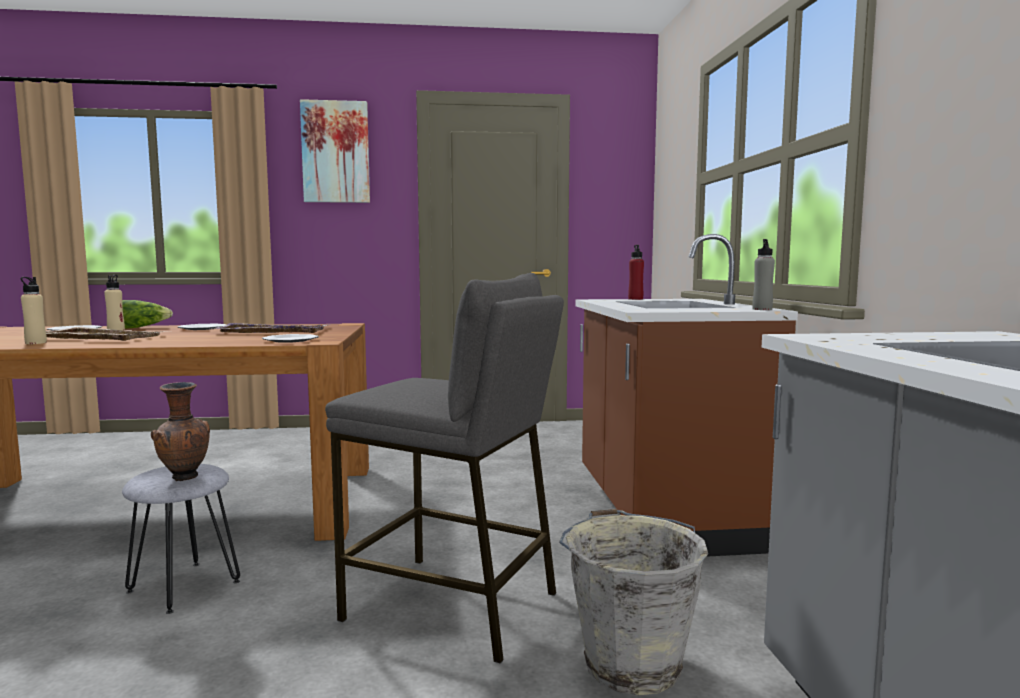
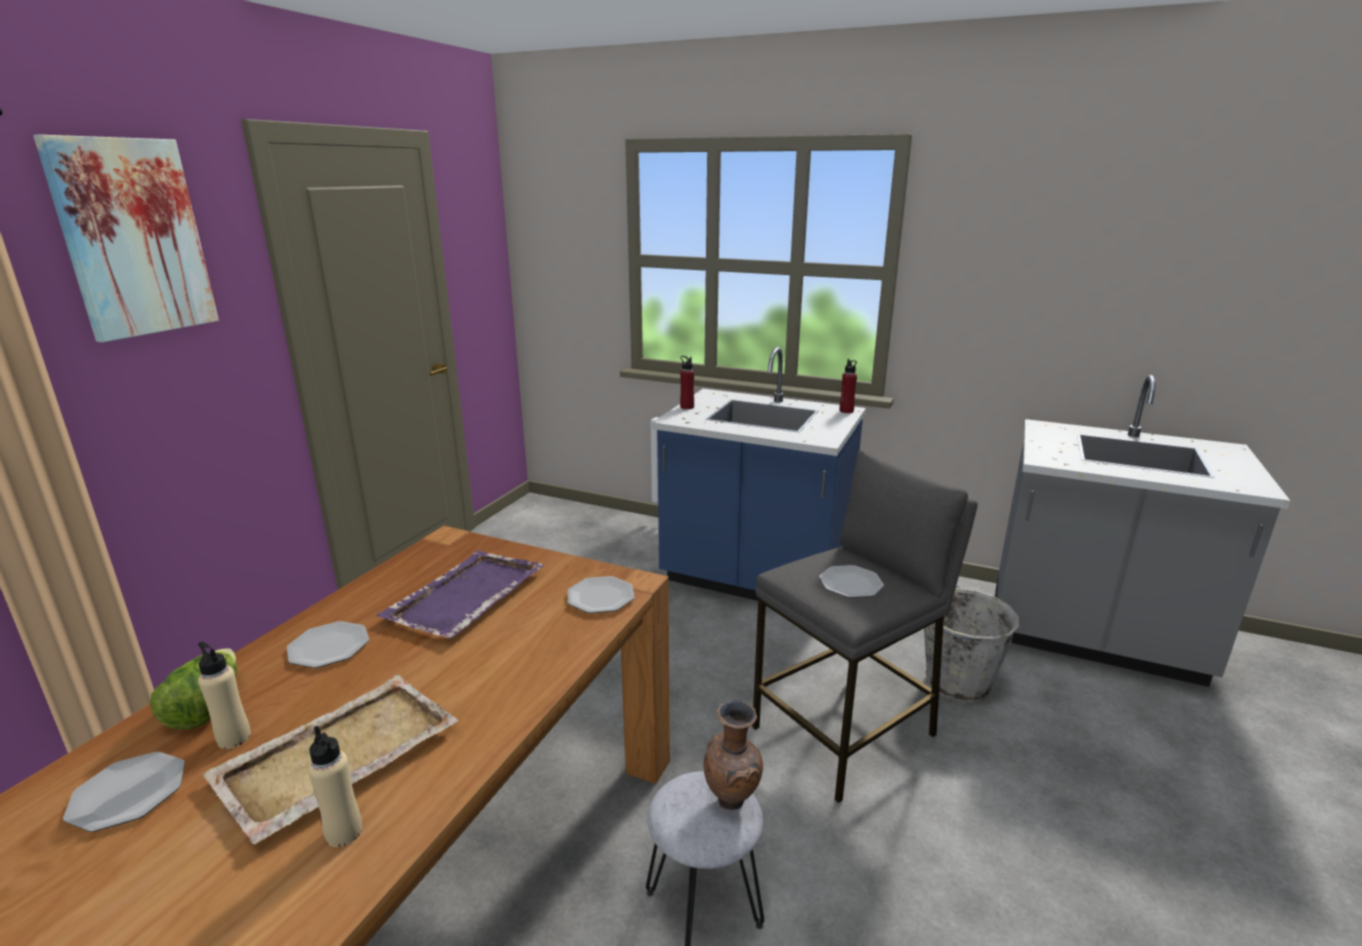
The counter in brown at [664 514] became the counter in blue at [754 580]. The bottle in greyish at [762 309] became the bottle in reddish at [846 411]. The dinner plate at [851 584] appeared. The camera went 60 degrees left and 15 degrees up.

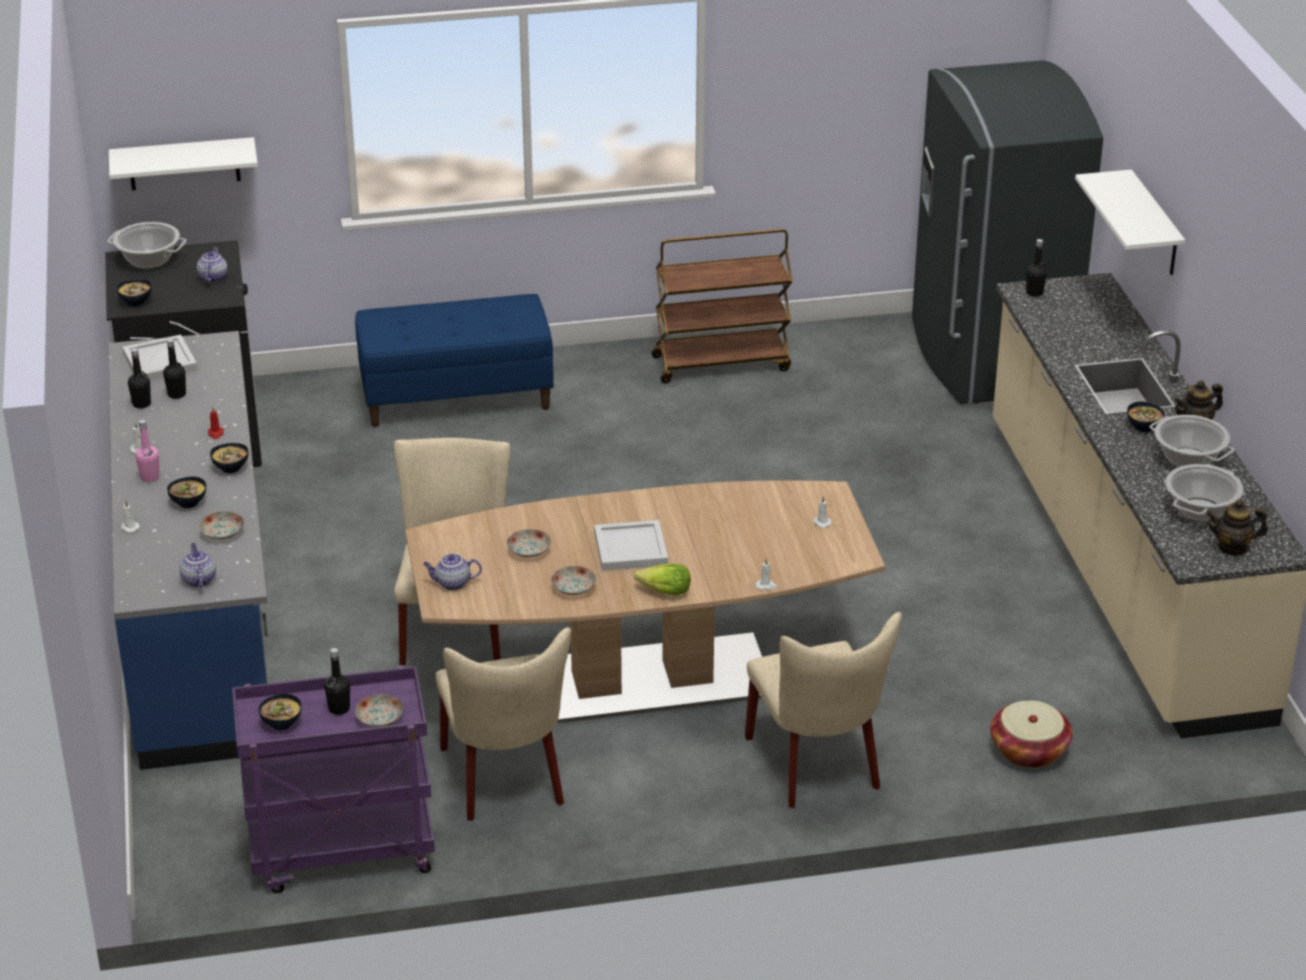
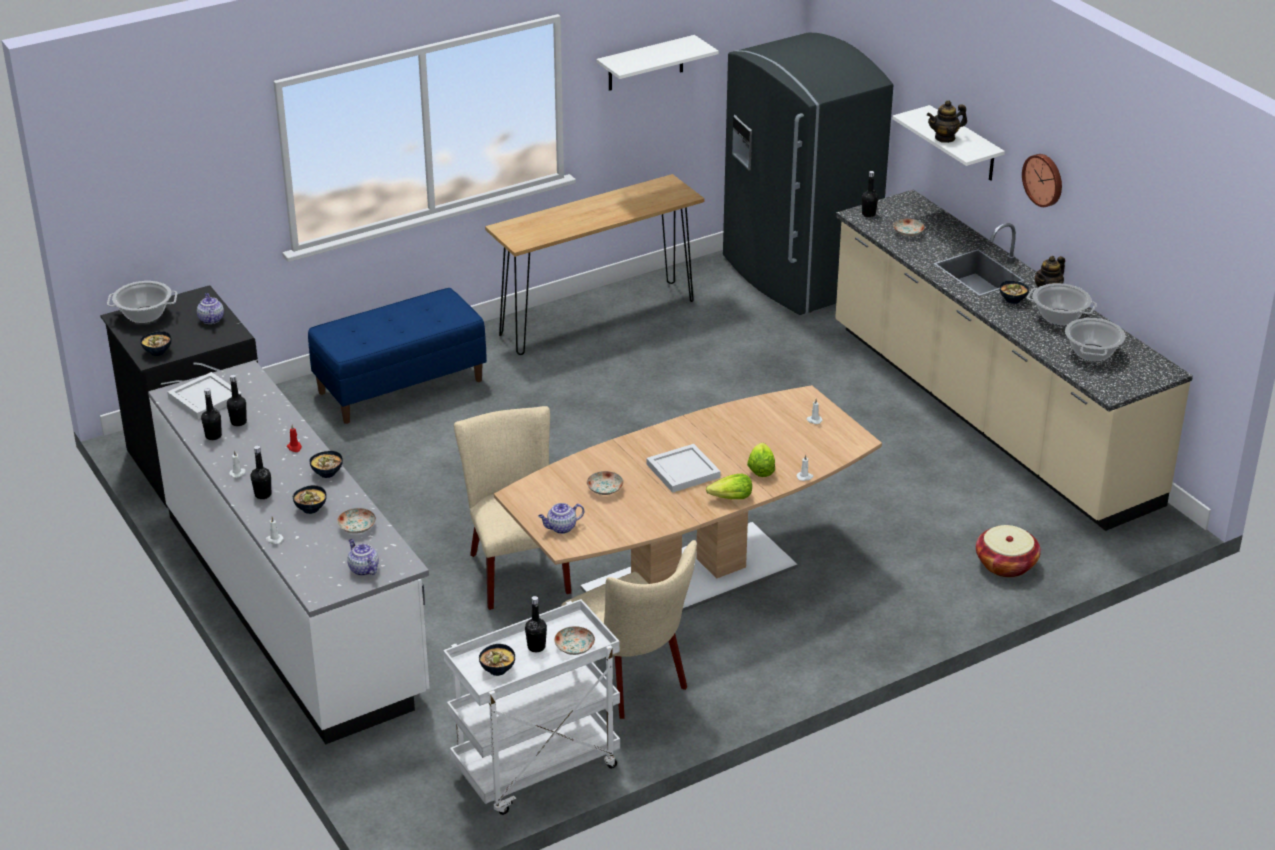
The counter in blue at [200 612] became the counter in white-coloured at [295 604]. The bracket shelf in white-coloured moved from [184 164] to [645 63]. The bottle in pink at [150 477] became the bottle in black at [263 495]. The wheeled cart in purplish at [341 854] became the wheeled cart in white-coloured at [536 770]. The dinner plate moved from [573 588] to [907 233]. The wheeled cart in brown at [721 363] was replaced by the narrow table in brown at [597 318]. The chair in sand-coloured at [818 768] disappeared. The pot for tea moved from [1232 547] to [945 138]. The head of lettuce at [760 469] appeared. The wall clock at [1044 179] appeared. The camera went 20 degrees left and 0 degrees up.

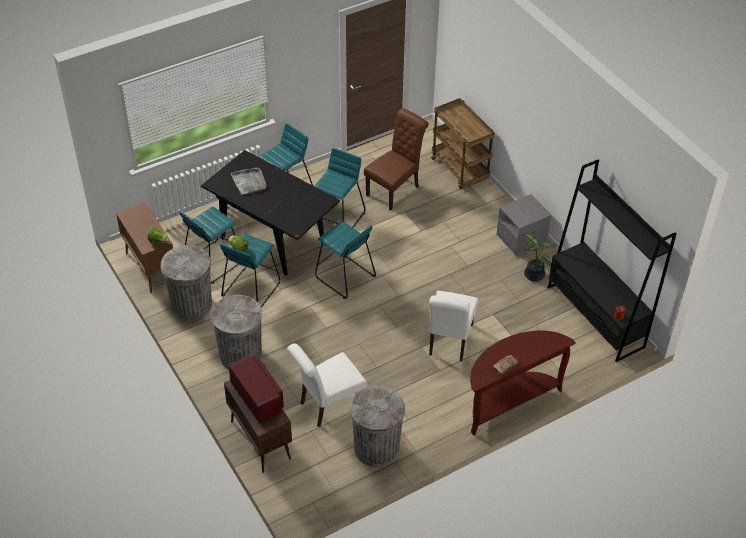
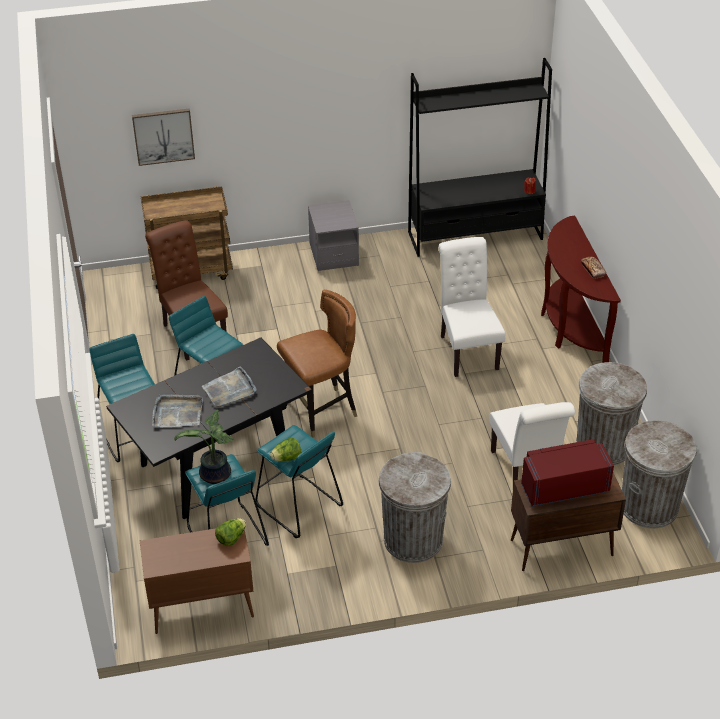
The rubbish bin in greyish moved from [191 304] to [648 506]. The sitting stool in blue-green at [345 277] was replaced by the chair in brown at [321 412]. The chair in white-coloured at [449 342] turned 135 degrees counterclockwise. The plant in a pot moved from [532 275] to [214 475]. The wall art at [163 136] appeared. The carrying tray in greyish at [229 390] appeared. The camera went 70 degrees left and 5 degrees down.

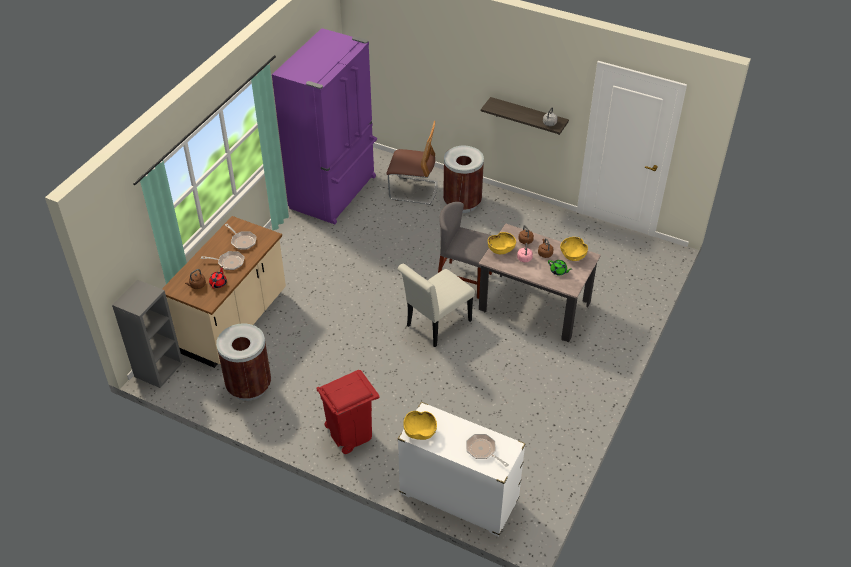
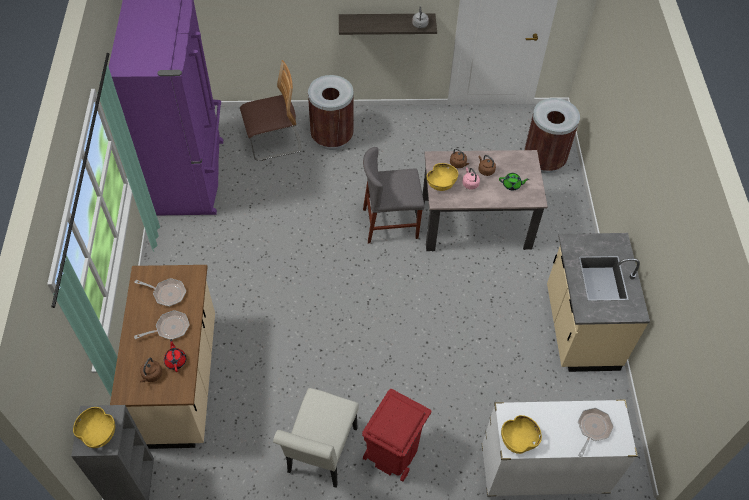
The rubbish bin in brown moved from [248 386] to [544 160]. The chair in white-coloured moved from [435 325] to [320 455]. The frying pan at [483 450] turned 105 degrees clockwise. The serving bowl in yellow-coloured moved from [573 255] to [98 433]. The counter in sand-coloured at [579 329] appeared. The camera went 30 degrees left and 10 degrees up.

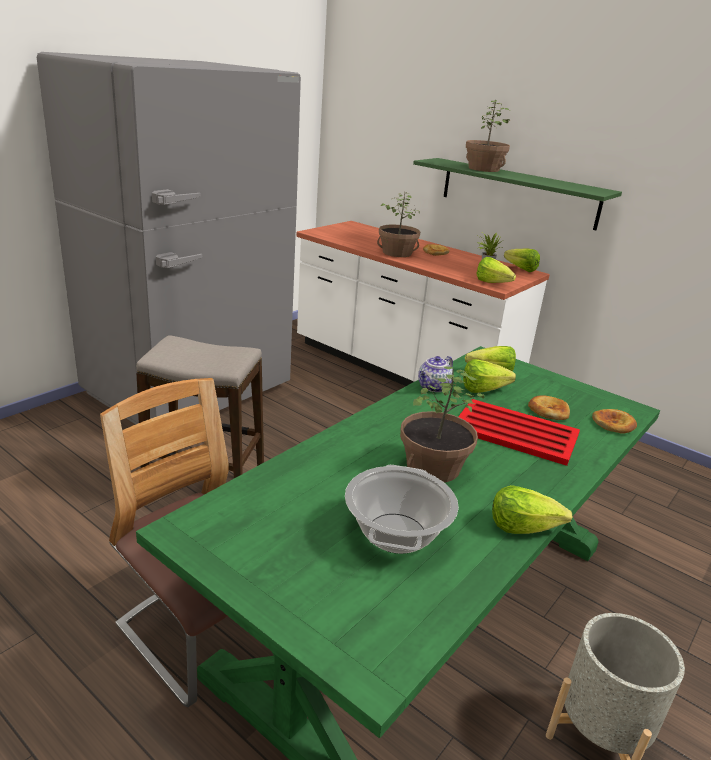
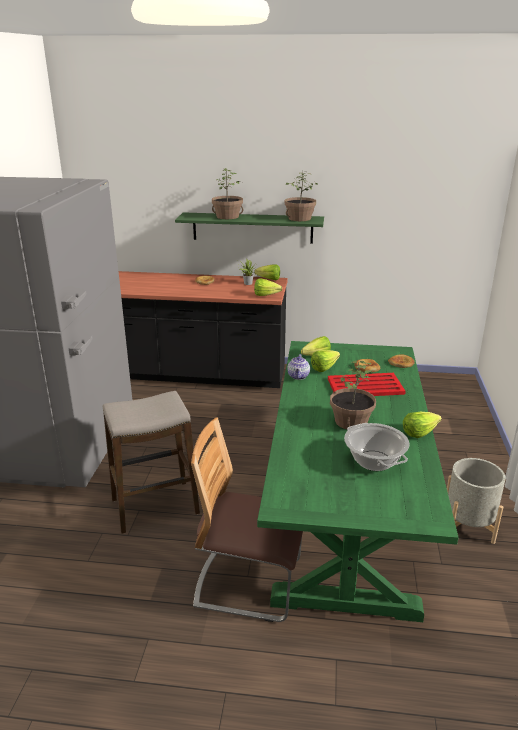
The counter in white-coloured at [401 371] became the counter in black at [196 374]. The plant in a pot moved from [397 253] to [299 218]. The camera went 30 degrees left and 0 degrees up.

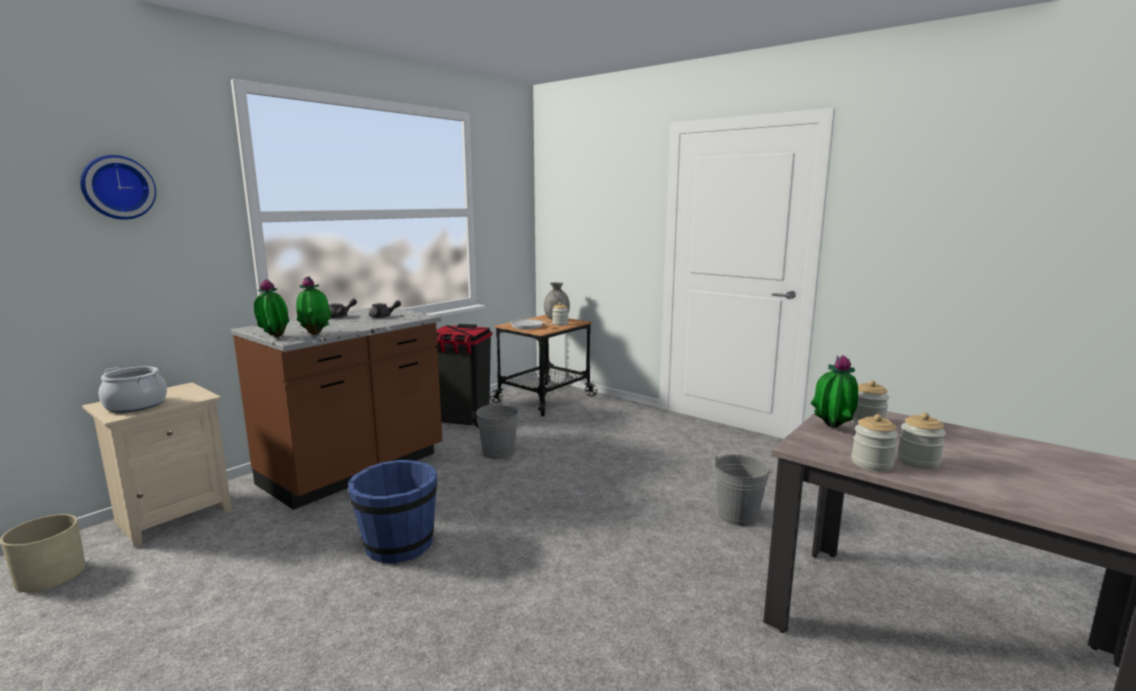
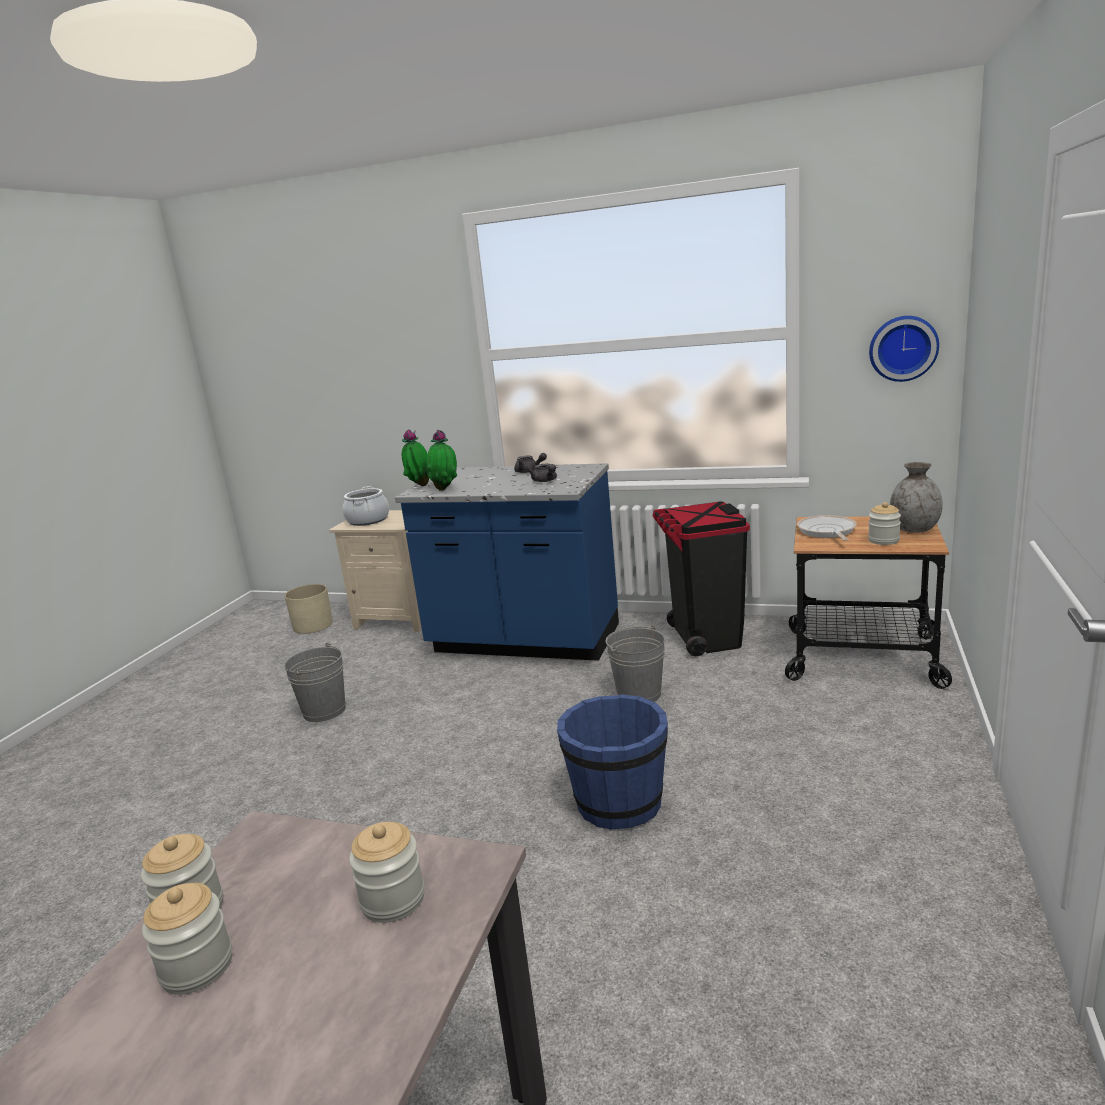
The wall clock moved from [117 187] to [903 348]. The counter in brown at [354 470] became the counter in blue at [524 642]. The bucket in blue moved from [398 545] to [618 803]. The bucket in greyish moved from [738 515] to [324 711]. The plant in a pot at [831 429] disappeared. The camera went 70 degrees right and 5 degrees up.

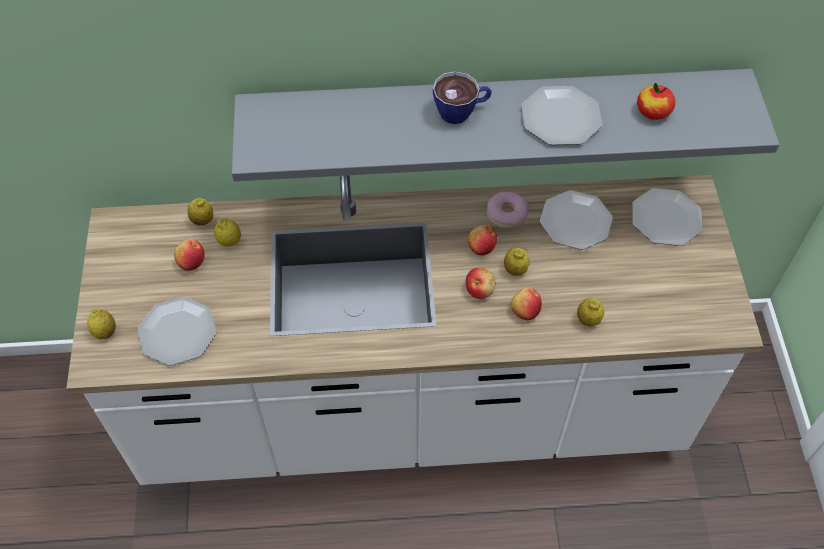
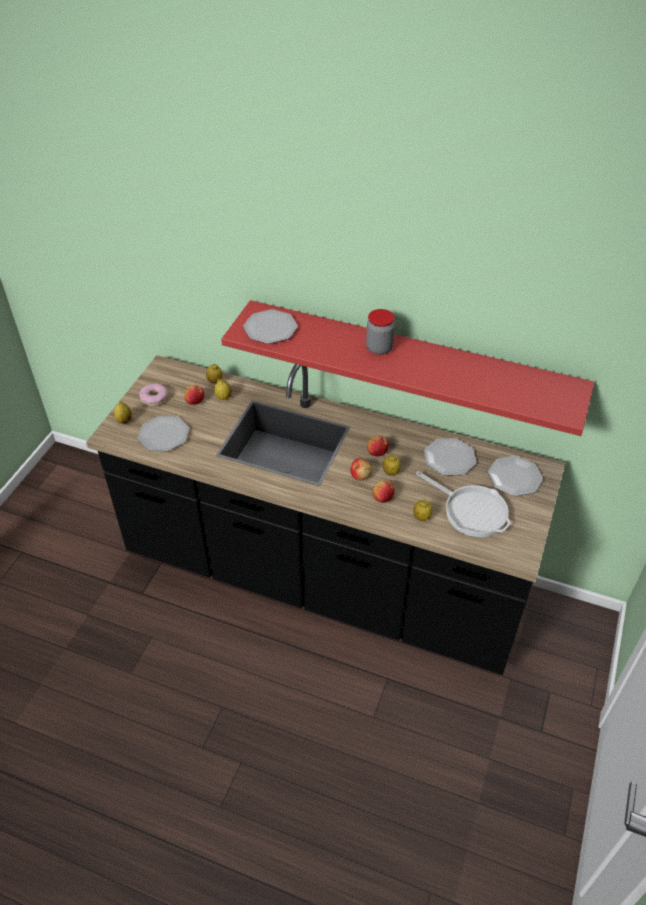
The counter in white-coloured at [412 412] became the counter in black at [323 579]. The bracket shelf in greyish at [493 112] became the bracket shelf in reddish at [410 362]. The cup at [461 112] was replaced by the jar at [379 348]. The doughnut moved from [507 214] to [154 398]. The dinner plate moved from [560 118] to [270 328]. The apple at [653 111] disappeared. The frying pan at [471 511] appeared. The camera went 25 degrees right and 10 degrees down.

